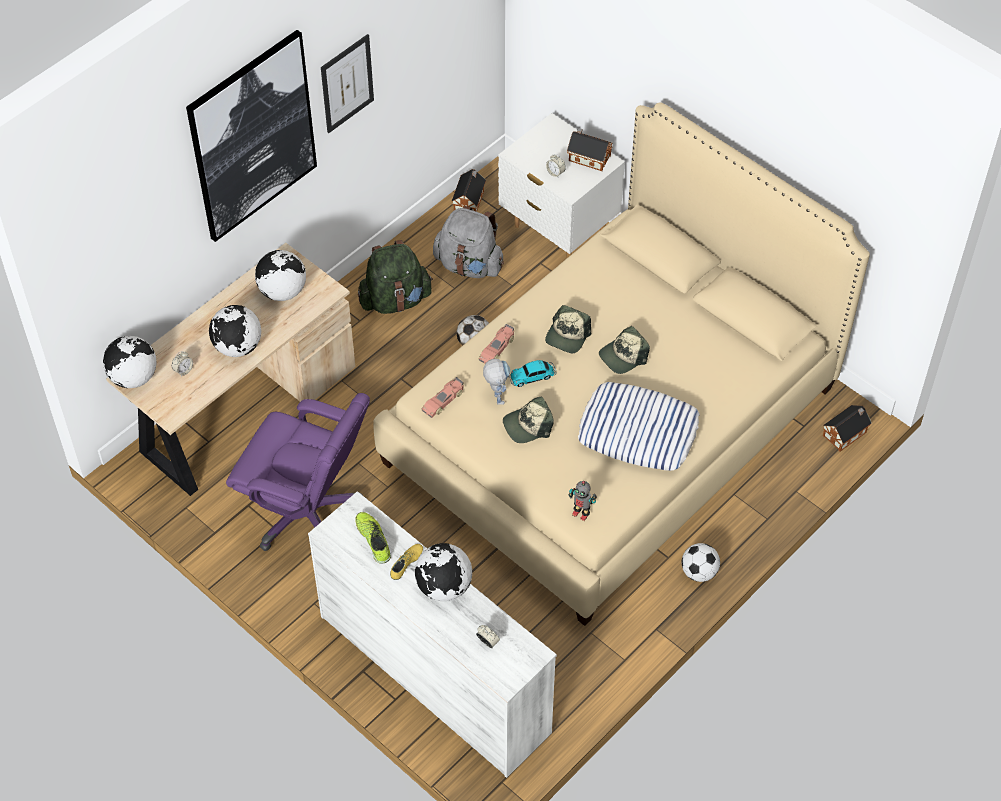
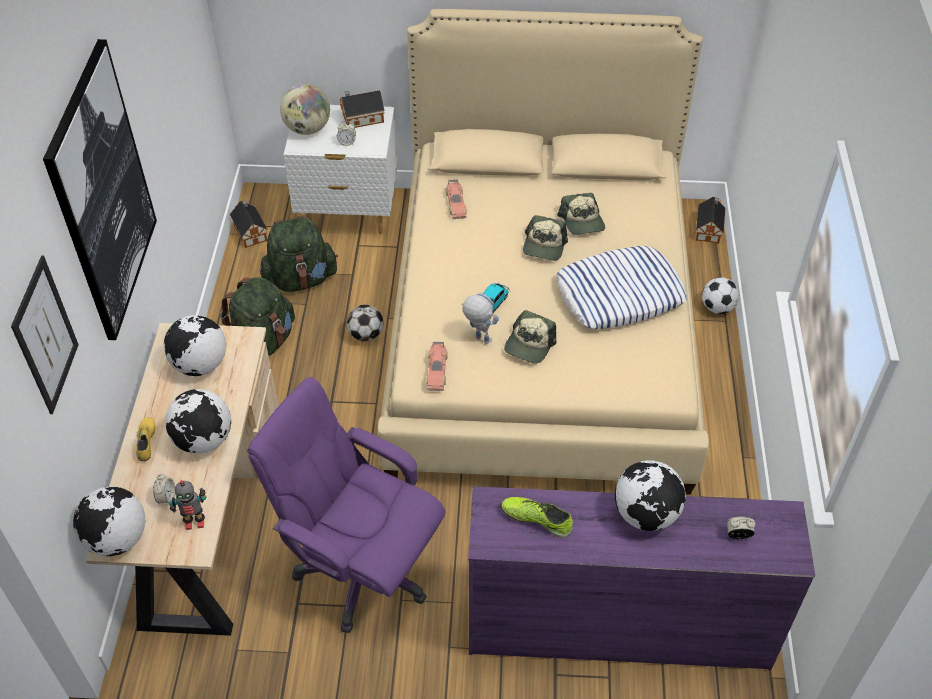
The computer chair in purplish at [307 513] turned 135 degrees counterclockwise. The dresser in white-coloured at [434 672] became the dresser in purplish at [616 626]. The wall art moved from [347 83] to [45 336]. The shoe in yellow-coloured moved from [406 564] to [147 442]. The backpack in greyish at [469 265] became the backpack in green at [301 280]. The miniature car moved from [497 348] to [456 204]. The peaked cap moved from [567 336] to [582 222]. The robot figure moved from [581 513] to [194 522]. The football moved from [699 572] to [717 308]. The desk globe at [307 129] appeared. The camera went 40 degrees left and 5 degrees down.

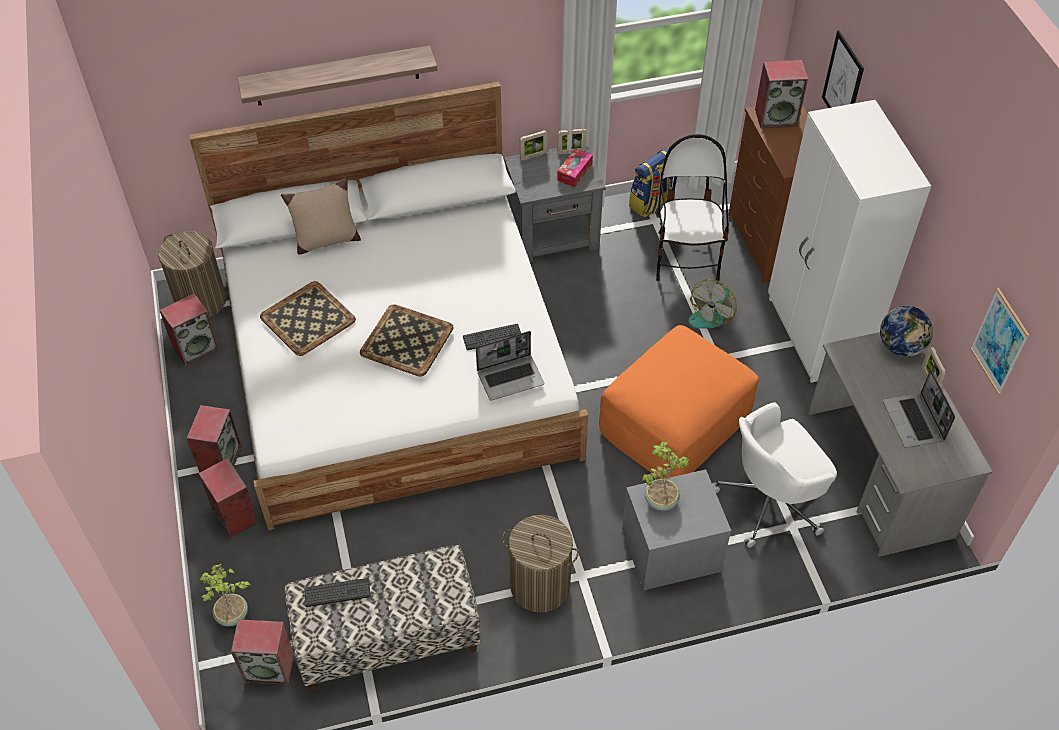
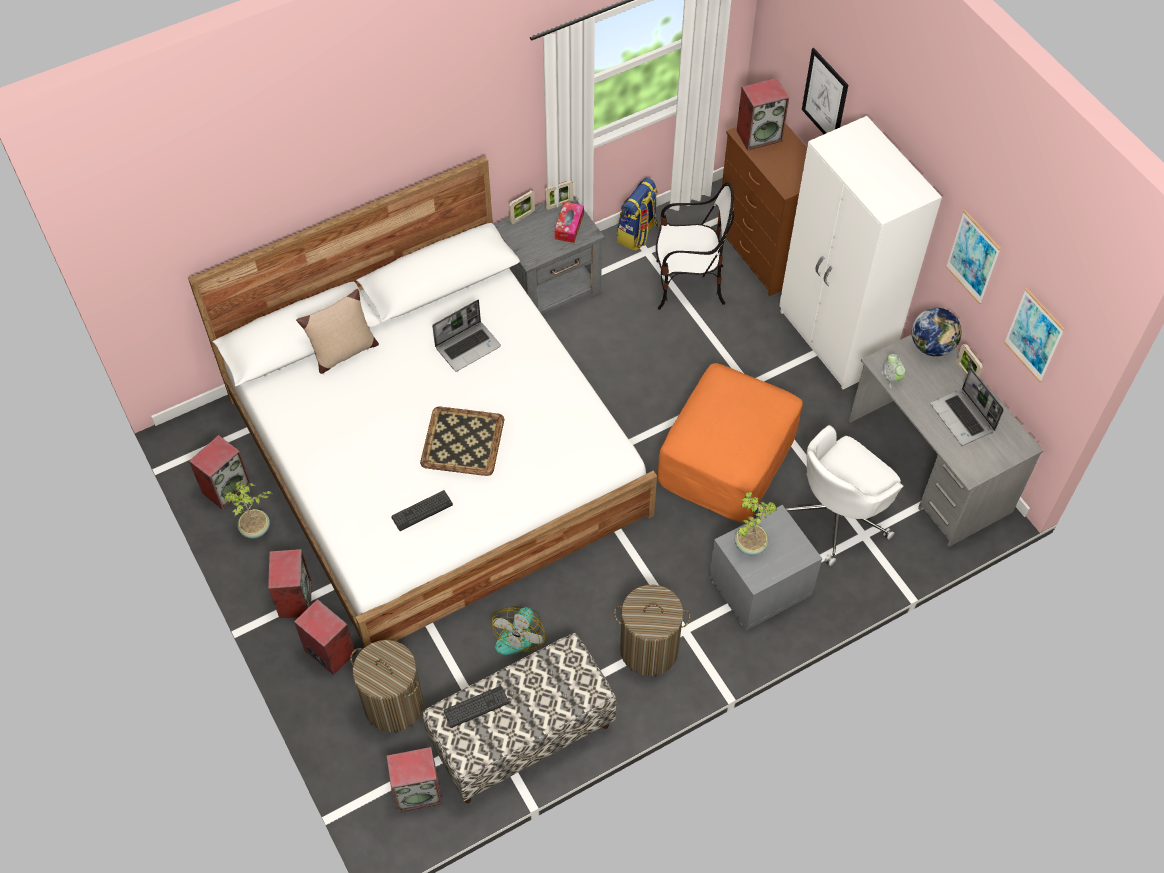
The laundry basket moved from [201 301] to [393 704]. The plant in a pot moved from [232 616] to [256 529]. The bracket shelf at [337 76] disappeared. The carrying tray at [307 319] disappeared. The computer keyboard moved from [492 337] to [422 511]. The notebook computer moved from [511 377] to [468 346]. The chair at [686 257] turned 105 degrees clockwise. The cooling fan moved from [711 314] to [518 632]. The table clock at [891 378] appeared. The wall art at [973 257] appeared. The camera went 15 degrees left and 5 degrees up.

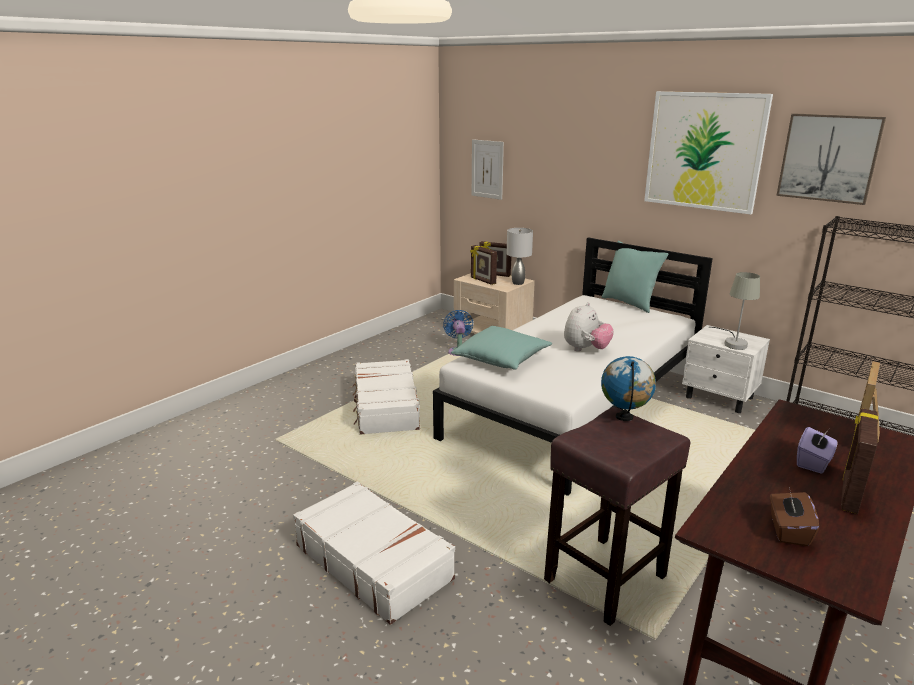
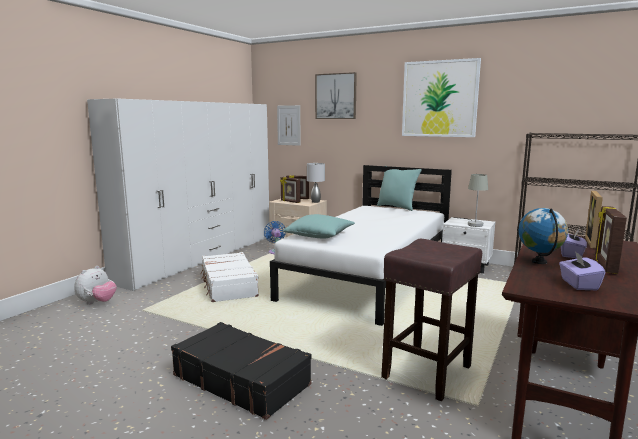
The suitcase in white-coloured at [374 561] became the suitcase in black at [241 379]. The soft toy moved from [586 349] to [97 303]. The desk globe moved from [624 417] to [539 262]. The tissue box in brown at [788 530] became the tissue box in purplish at [578 284]. The wall art moved from [828 158] to [336 96]. The wardrobe in white-coloured at [201 257] appeared. The camera went 10 degrees left and 10 degrees down.

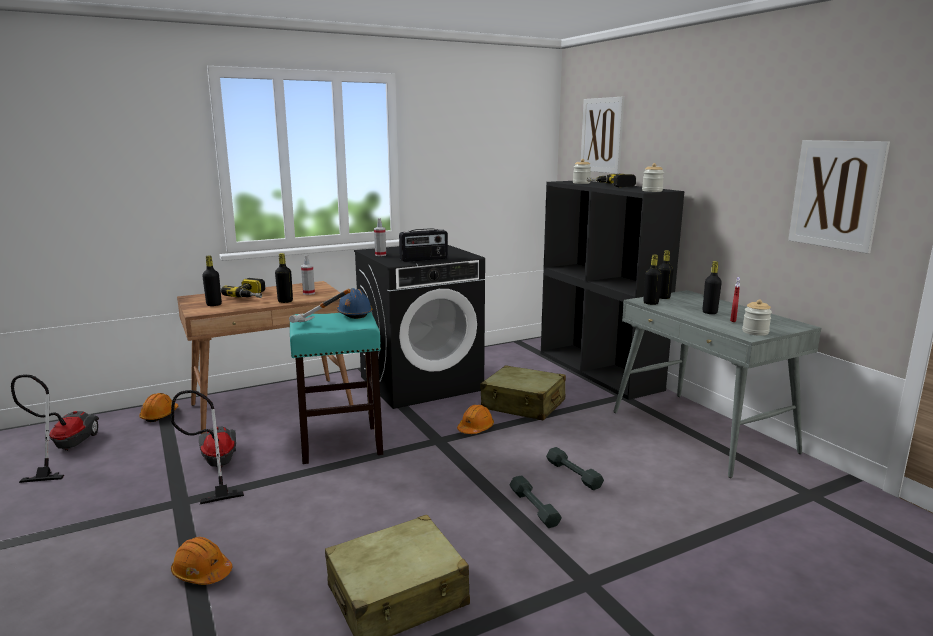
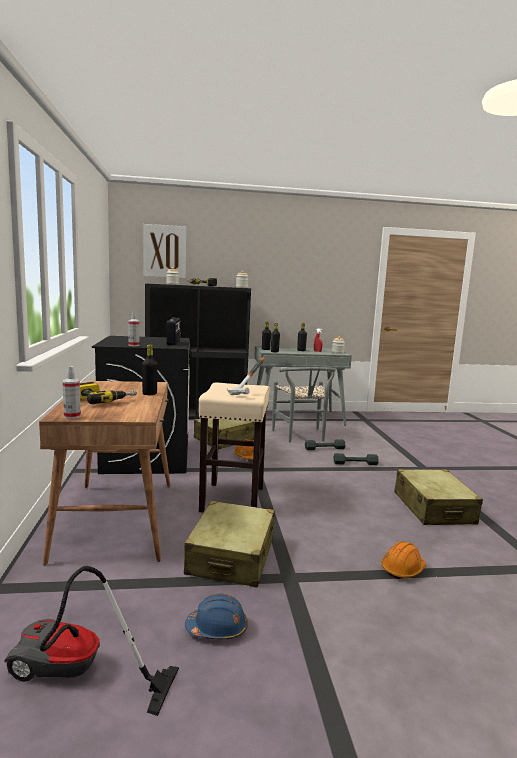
The work helmet in orange-coloured at [159 415] disappeared. The hoover at [215 468] was replaced by the suitcase in sand-coloured at [231 556]. The bottle in black at [214 304] disappeared. The sitting stool in blue-green at [339 444] became the sitting stool in sand-coloured at [232 499]. The hand sprayer moved from [309 293] to [72 416]. The work helmet in blue moved from [354 314] to [217 629]. The wall art at [836 194] disappeared. The chair in greyish at [301 436] appeared. The camera went 70 degrees left and 5 degrees down.

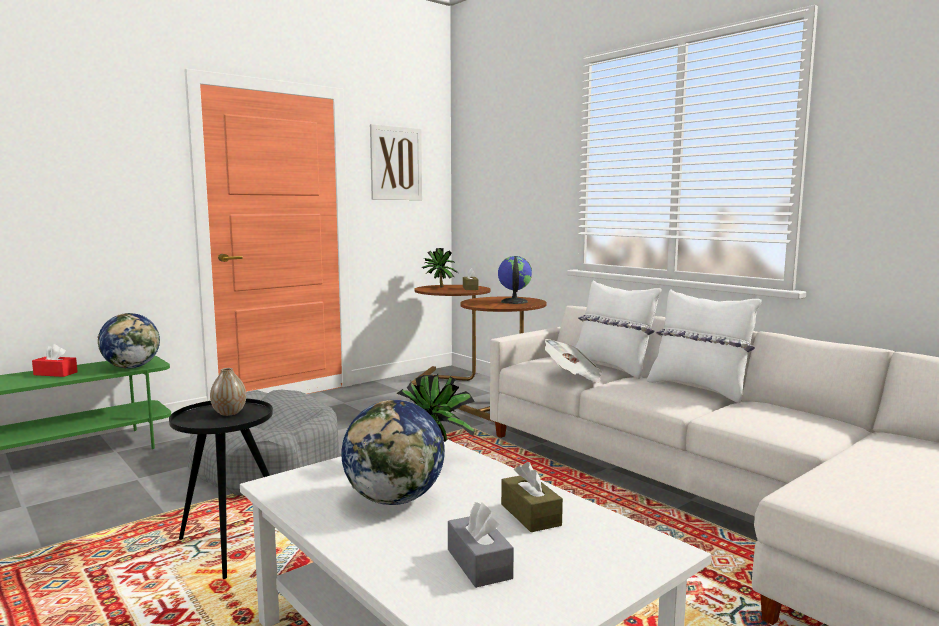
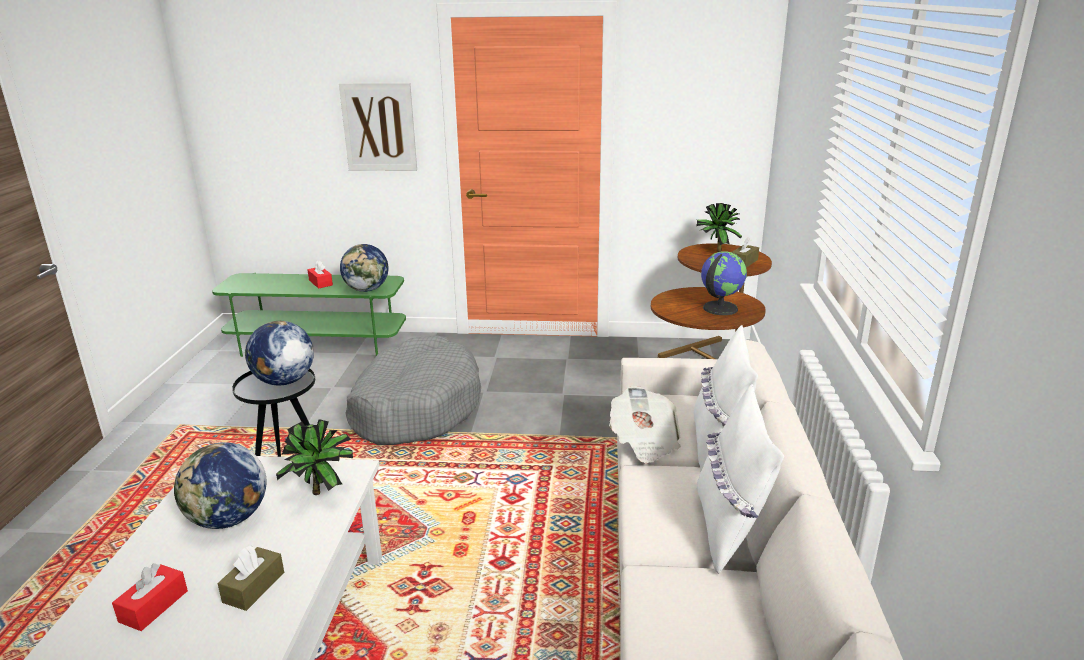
The flower vase at [229 413] was replaced by the desk globe at [284 381]. The wall art moved from [396 163] to [379 127]. The tissue box in greyish at [479 564] became the tissue box in reddish at [153 606]. The camera went 45 degrees right and 15 degrees up.

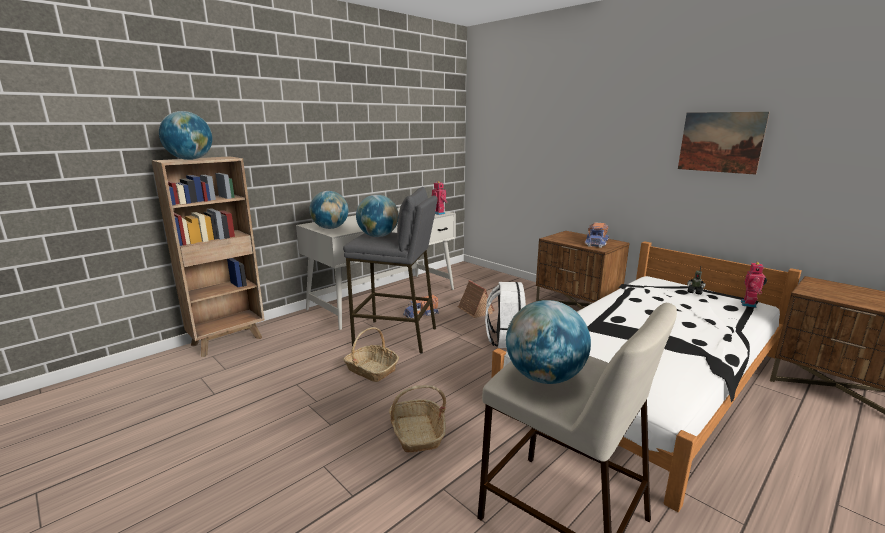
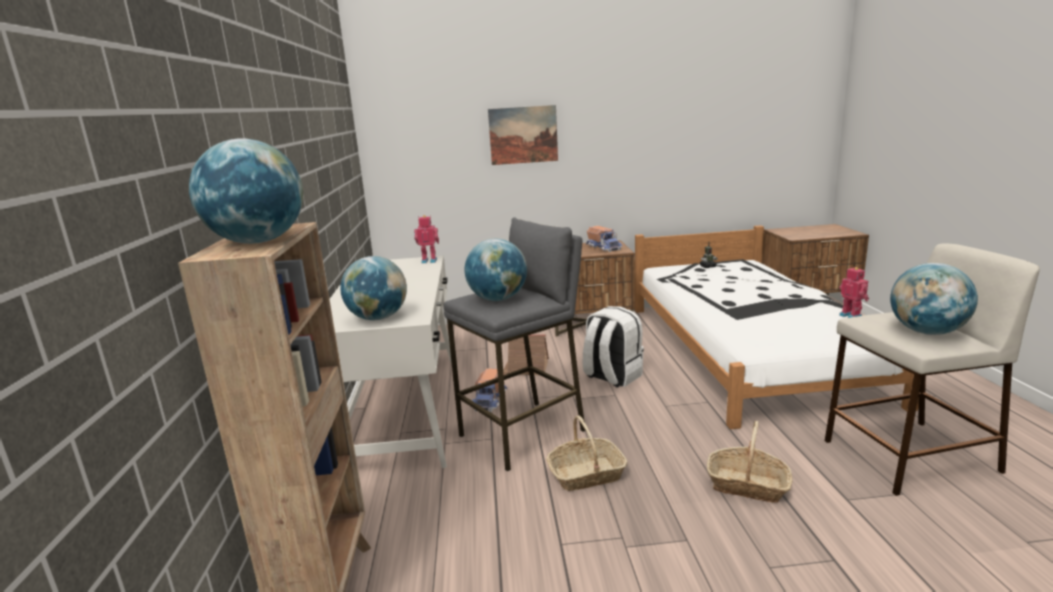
The wall art moved from [720 142] to [523 135]. The robot figure moved from [749 304] to [851 315]. The camera went 50 degrees left and 0 degrees up.

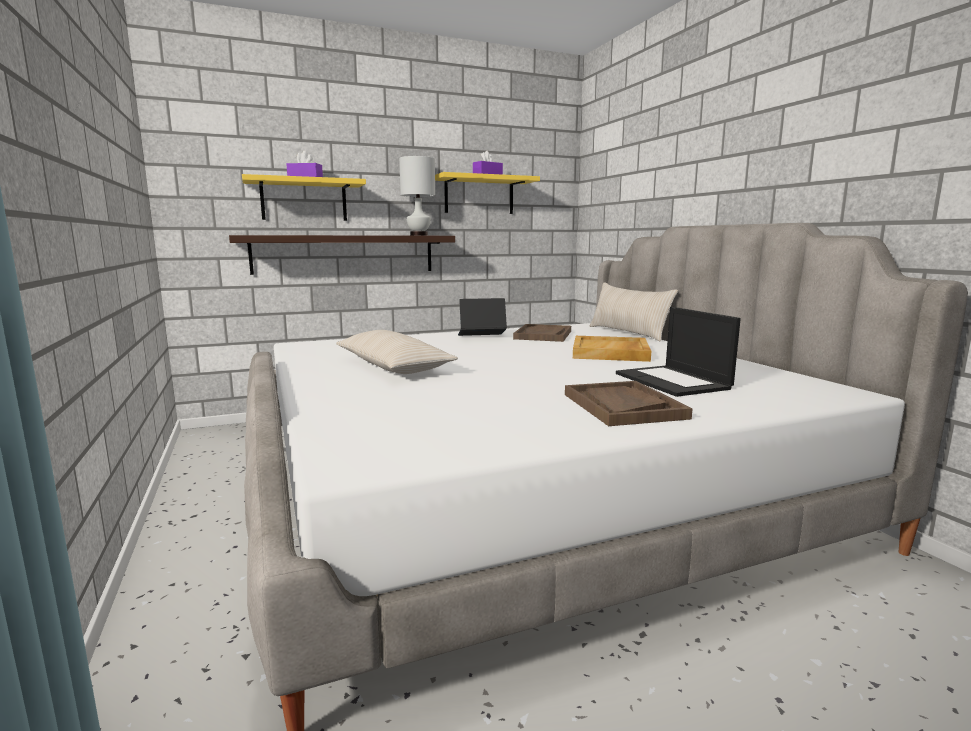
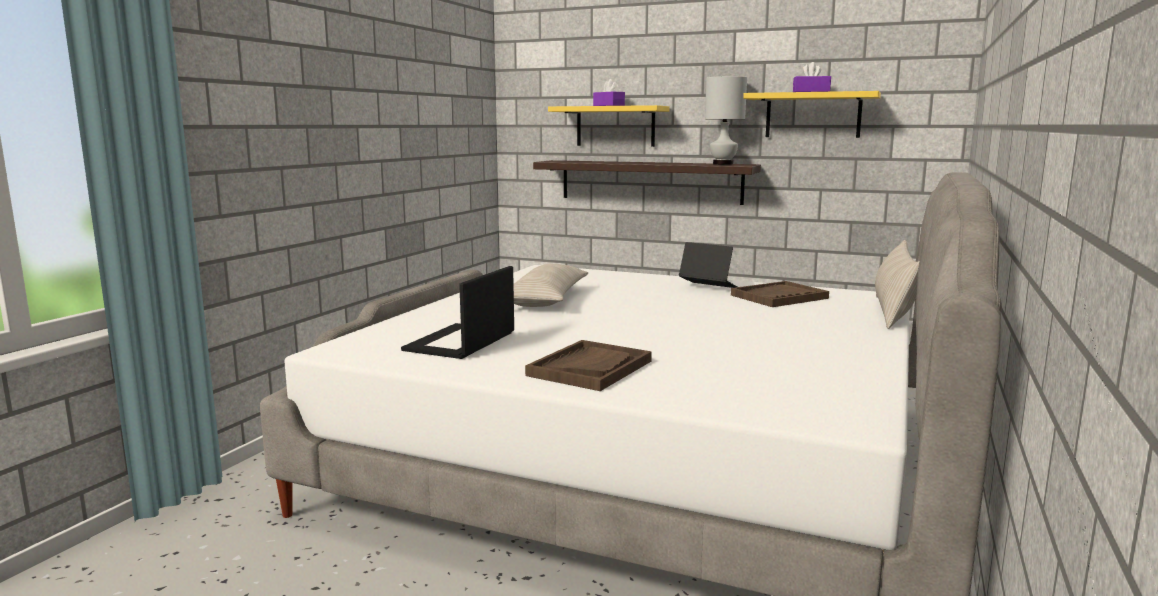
The carrying tray in sand-coloured at [611 352] disappeared. The notebook computer moved from [673 381] to [460 342]. The camera went 45 degrees right and 0 degrees up.

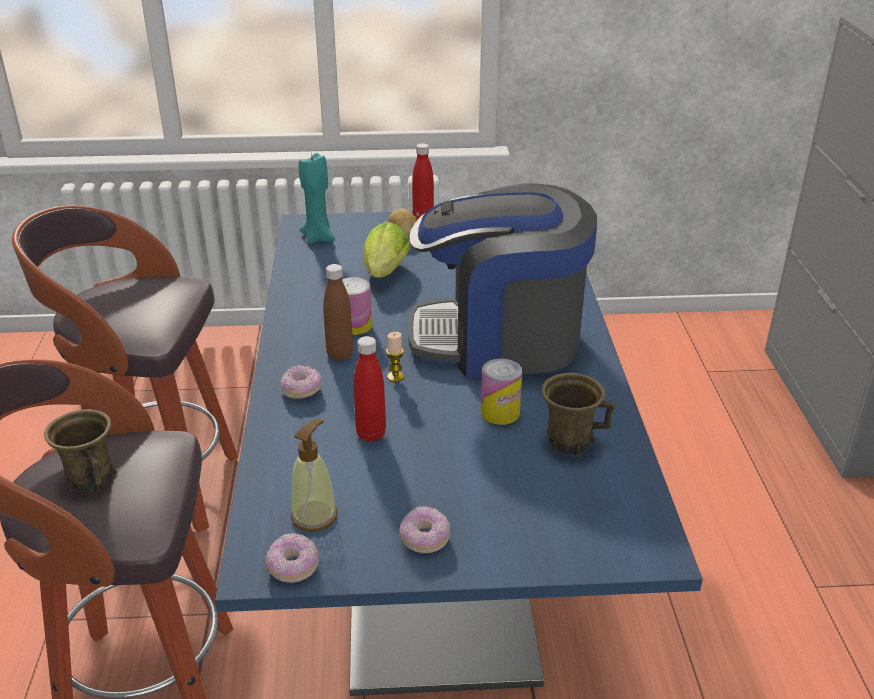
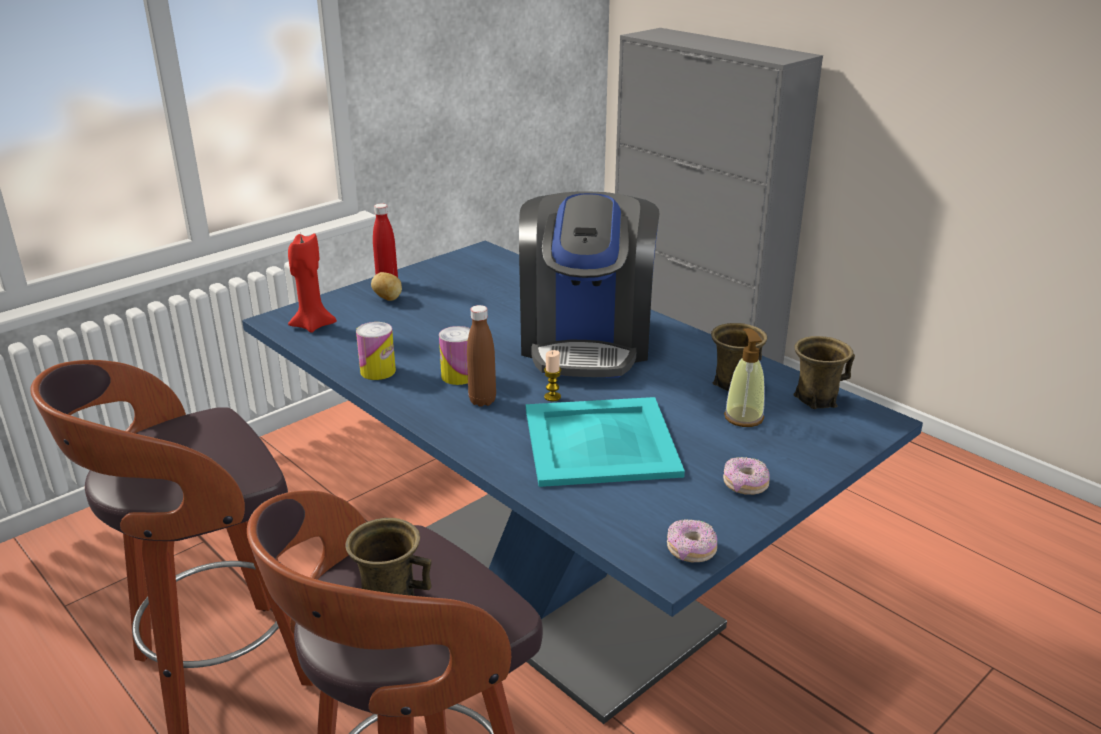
The doughnut at [302 390] disappeared. The soap bottle moved from [314 516] to [743 417]. The wax light in blue-green at [318 237] became the wax light in reddish at [312 325]. The bottle in reddish at [371 434] was replaced by the carrying tray in blue-green at [599 441]. The head of lettuce at [384 274] disappeared. The coffee machine at [499 339] turned 45 degrees counterclockwise. The sealed can moved from [500 412] to [378 371]. The coffee mug in brown at [816 398] appeared. The camera went 40 degrees left and 5 degrees down.

